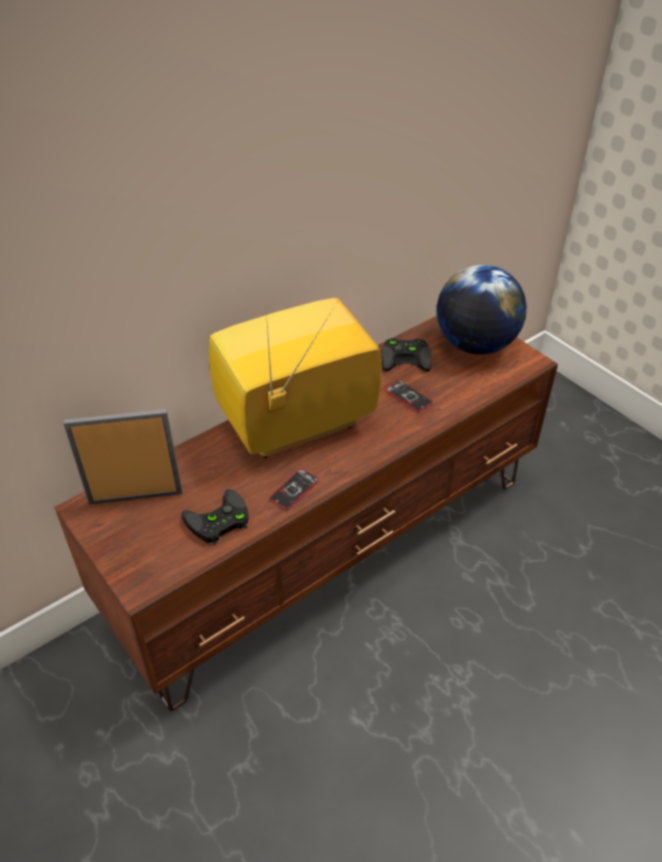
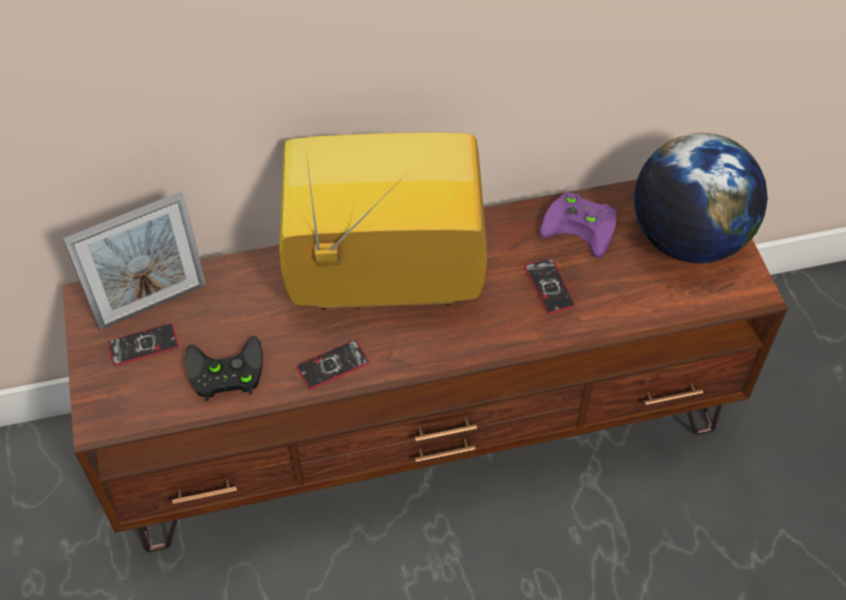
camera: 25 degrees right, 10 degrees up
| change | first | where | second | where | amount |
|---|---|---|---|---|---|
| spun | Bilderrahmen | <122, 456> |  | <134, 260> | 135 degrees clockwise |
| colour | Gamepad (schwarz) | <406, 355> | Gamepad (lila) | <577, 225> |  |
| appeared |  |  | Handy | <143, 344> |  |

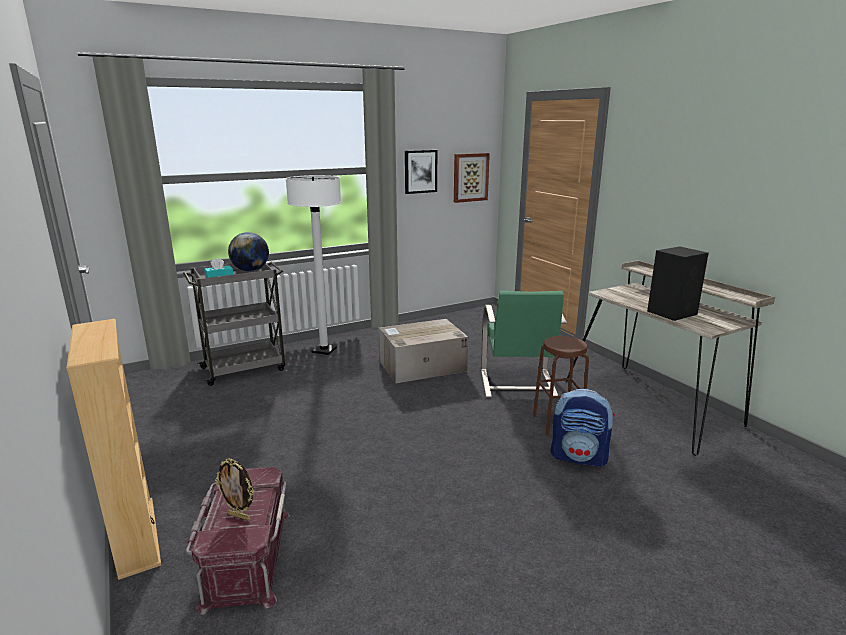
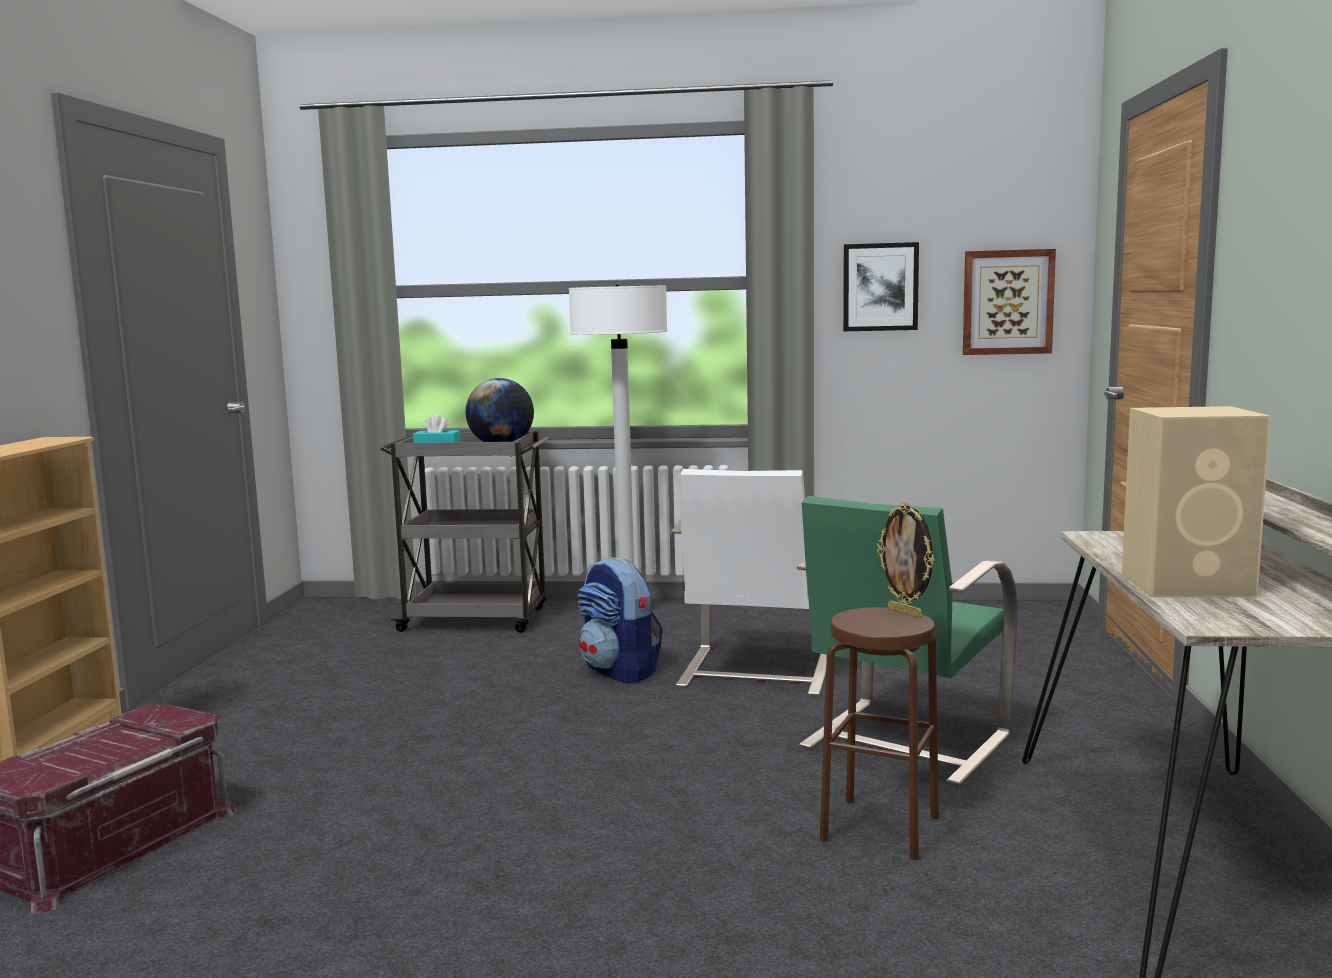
camera: 35 degrees right, 10 degrees down
| change | first | where | second | where | amount |
|---|---|---|---|---|---|
| relocated | Bilderrahmen | <234, 489> |  | <906, 560> |  |
| exchanged | Karton | <423, 351> | Stuhl (weiß) | <749, 582> |  |
| relocated | Rucksack | <582, 428> |  | <620, 620> |  |
| colour | Lautsprecher (schwarz) | <678, 283> | Lautsprecher (beige) | <1196, 502> |  |

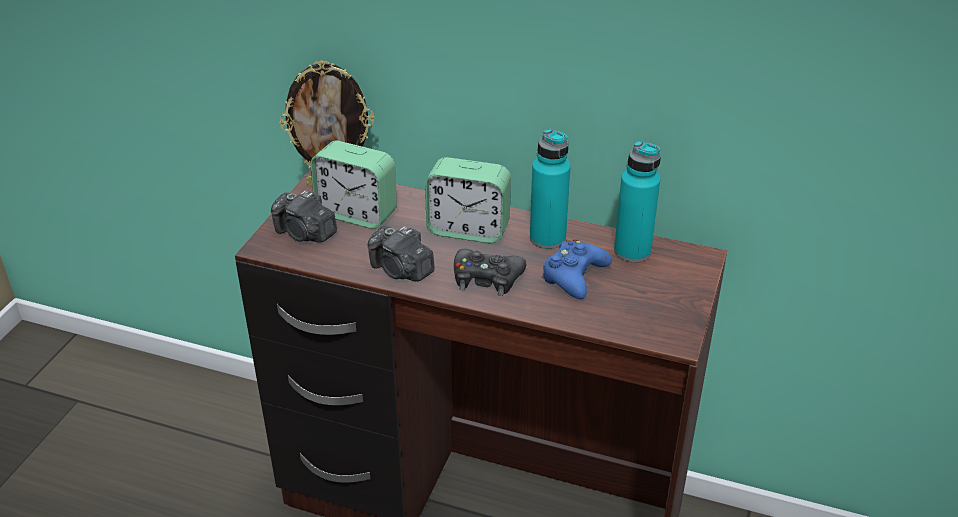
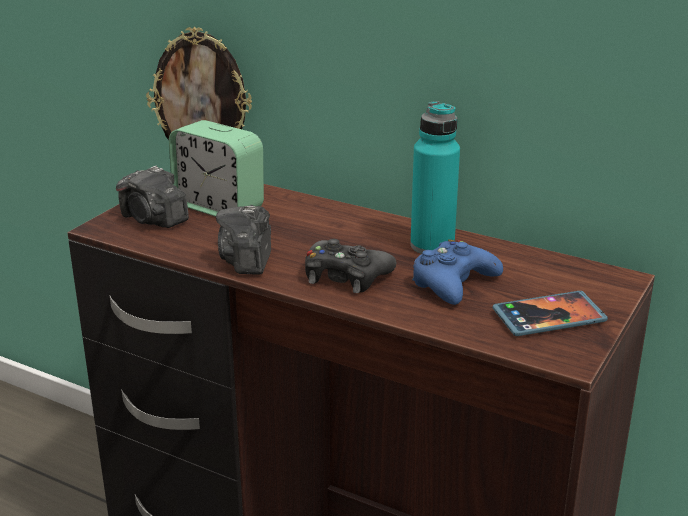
camera: 10 degrees right, 10 degrees down
| change | first | where | second | where | amount |
|---|---|---|---|---|---|
| spun | Kamera | <401, 253> |  | <243, 239> | 45 degrees clockwise |
| missing | Wecker | <468, 200> |  |  |  |
| missing | Flasche (türkis) | <637, 202> |  |  |  |
| appeared |  |  | Handy | <550, 313> |  |

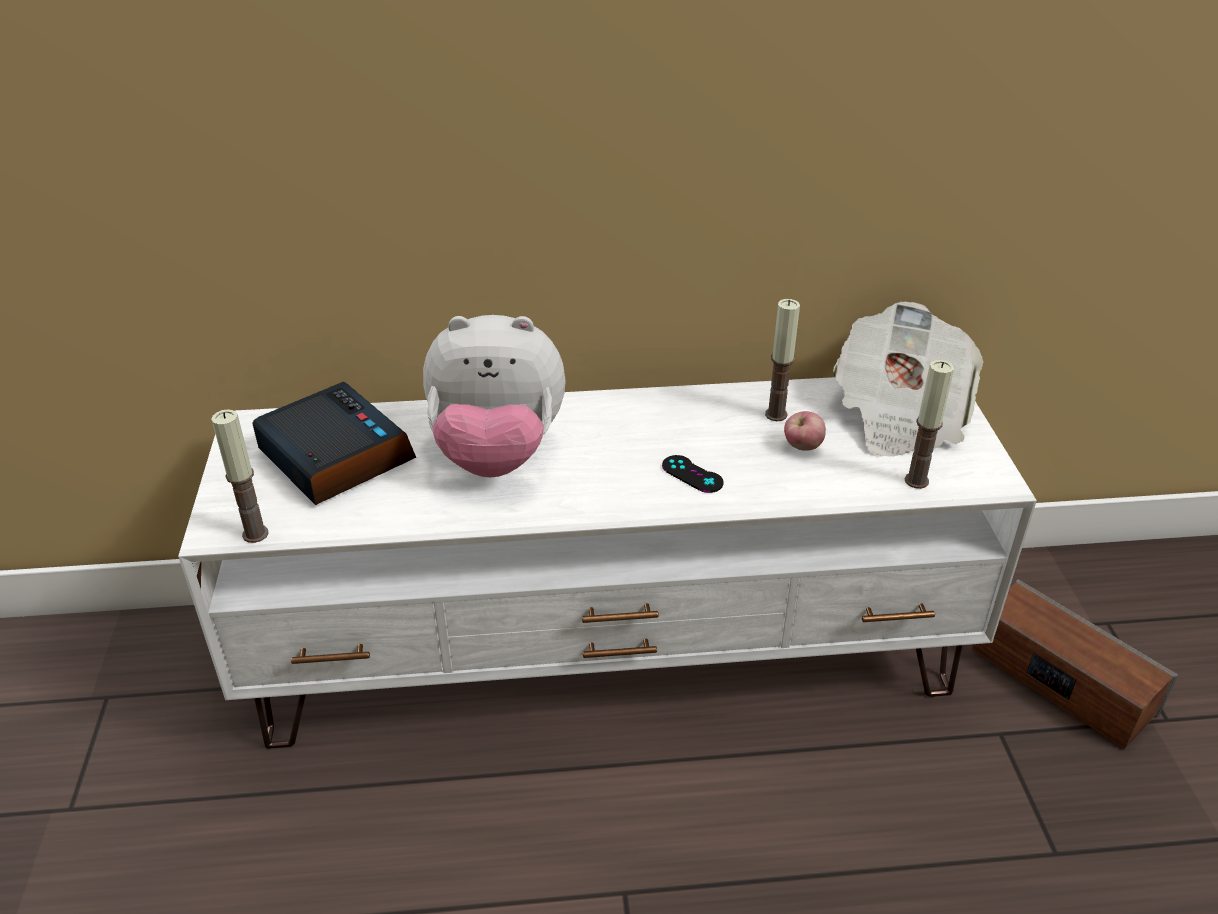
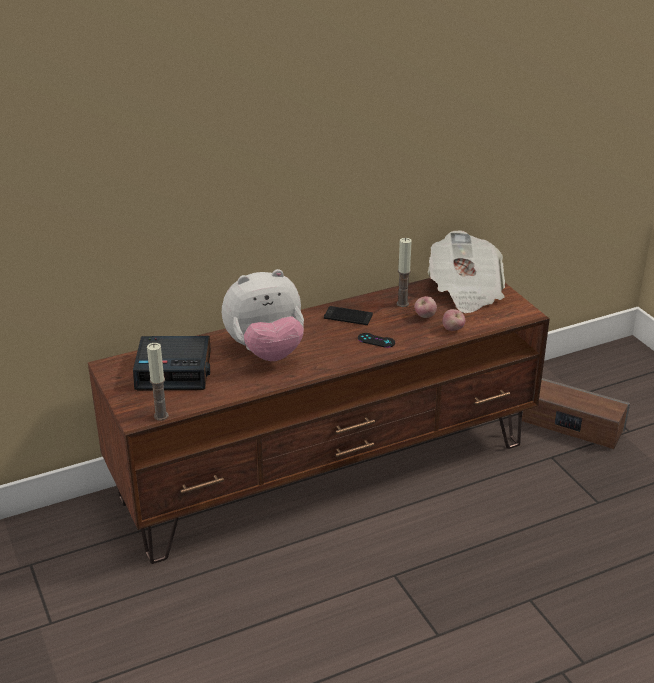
camera: 20 degrees left, 5 degrees down
| change | first | where | second | where | amount |
|---|---|---|---|---|---|
| colour | Fernsehschrank (weiß) | <607, 563> | Fernsehschrank (braun) | <319, 421> |  |
| spun | Wecker | <334, 443> |  | <172, 363> | 150 degrees clockwise |
| missing | Kerze | <929, 424> |  |  |  |
| appeared |  |  | Handy | <348, 315> |  |
| appeared |  |  | Apfel | <453, 320> |  |

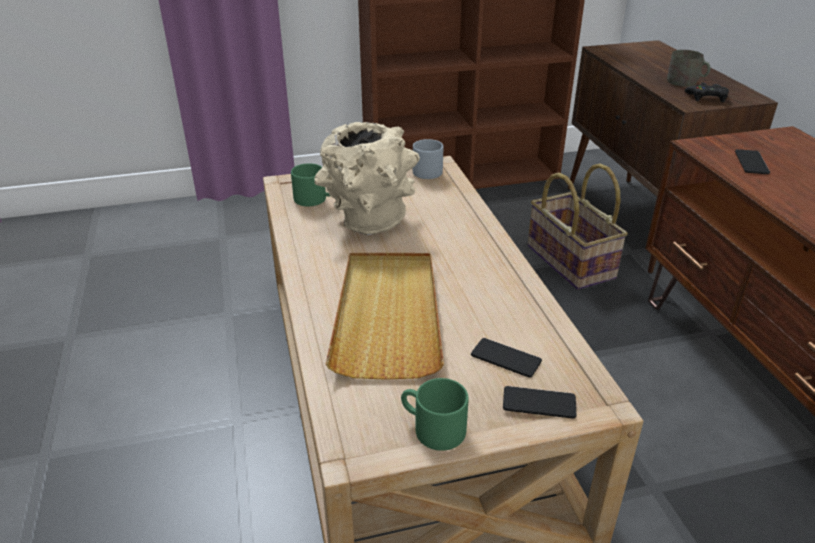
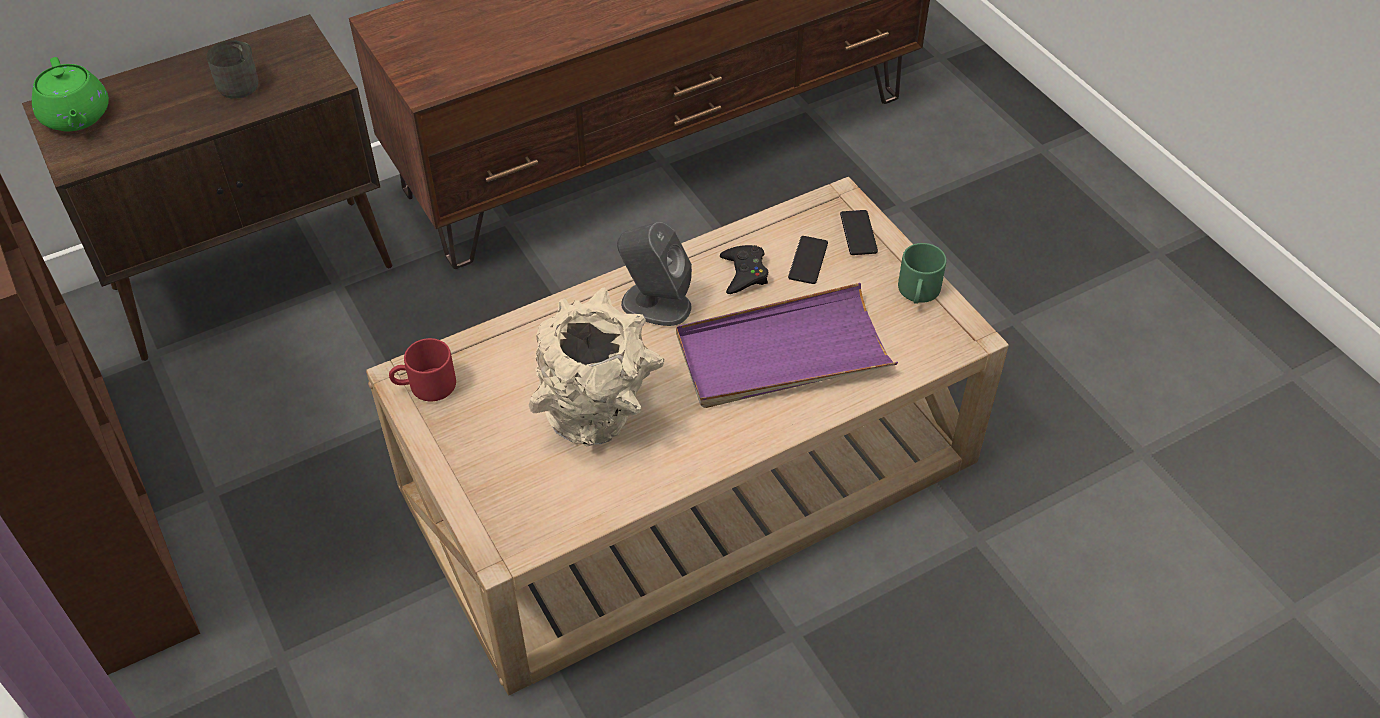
camera: 105 degrees left, 15 degrees up
| change | first | where | second | where | amount |
|---|---|---|---|---|---|
| missing | Henkelbecher (grün) | <310, 184> |  |  |  |
| colour | Tablett (beige) | <385, 316> | Tablett (lila) | <787, 345> |  |
| colour | Henkelbecher (grau) | <428, 159> | Henkelbecher (rot) | <422, 369> |  |
| missing | Korb | <578, 226> |  |  |  |
| relocated | Gamepad (schwarz) | <707, 92> |  | <744, 269> |  |
| missing | Handy | <752, 161> |  |  |  |
| appeared |  |  | Teekanne (grün) | <70, 94> |  |
| appeared |  |  | Lautsprecher (grau) | <654, 274> |  |

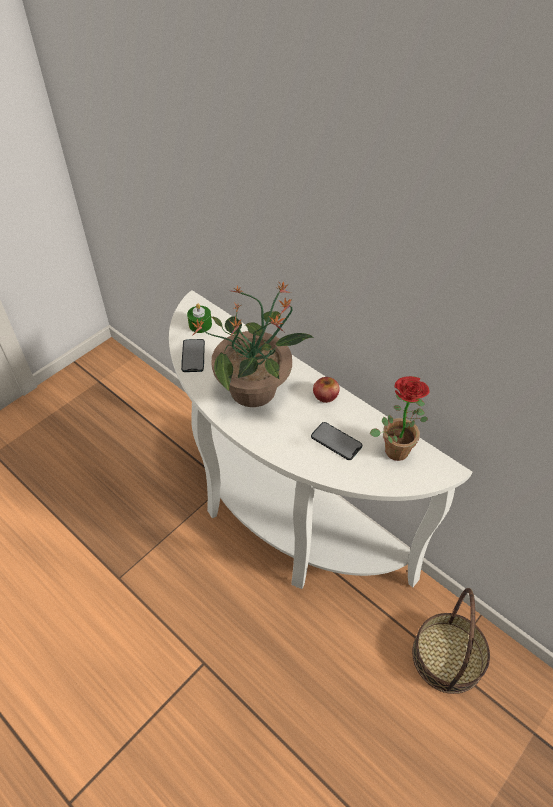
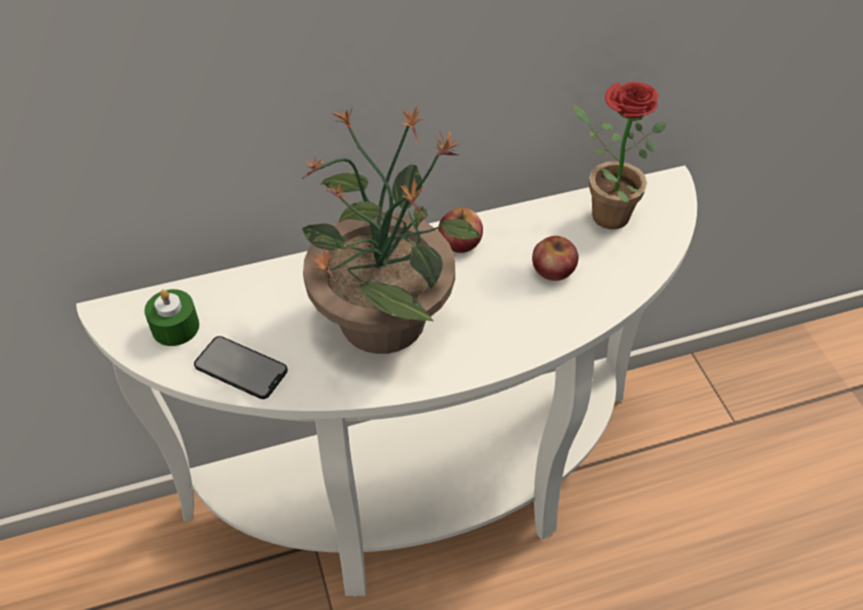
camera: 60 degrees left, 0 degrees up
| change | first | where | second | where | amount |
|---|---|---|---|---|---|
| exchanged | Handy | <336, 441> | Apfel | <555, 258> |  |
| missing | Korb | <451, 641> |  |  |  |

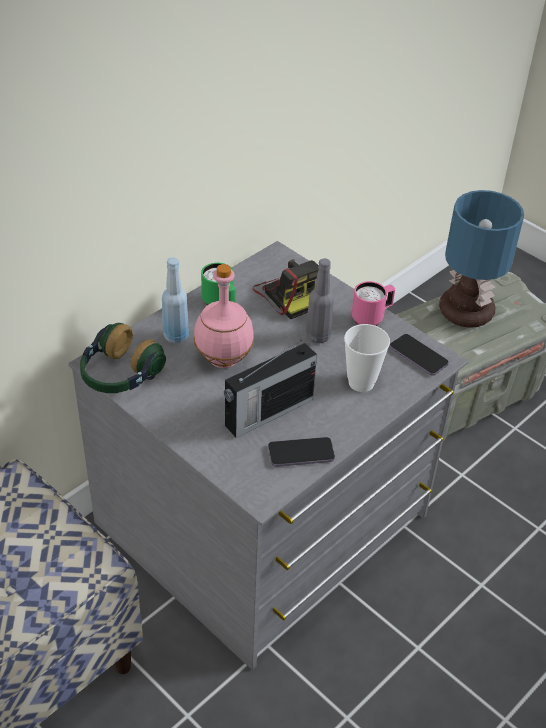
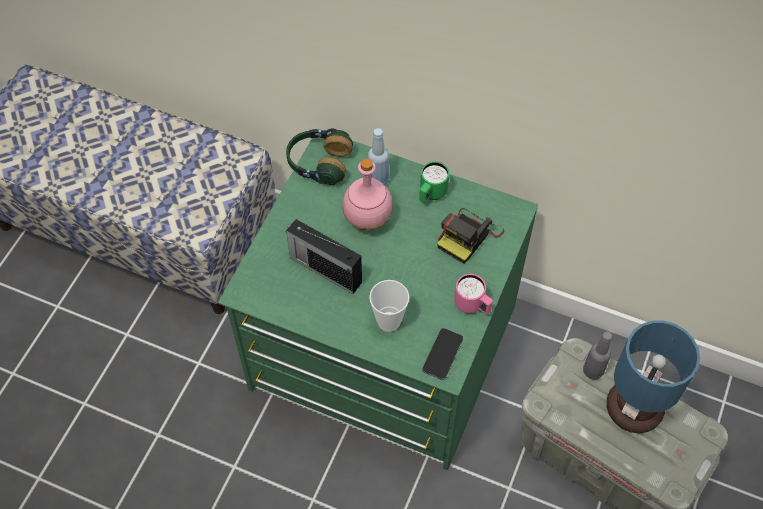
camera: 70 degrees right, 15 degrees up
| change | first | where | second | where | amount |
|---|---|---|---|---|---|
| colour | Kommode (grau) | <268, 455> | Kommode (grün) | <378, 299> |  |
| missing | Handy | <301, 452> |  |  |  |
| relocated | Flasche (grau) | <320, 300> |  | <597, 356> |  |

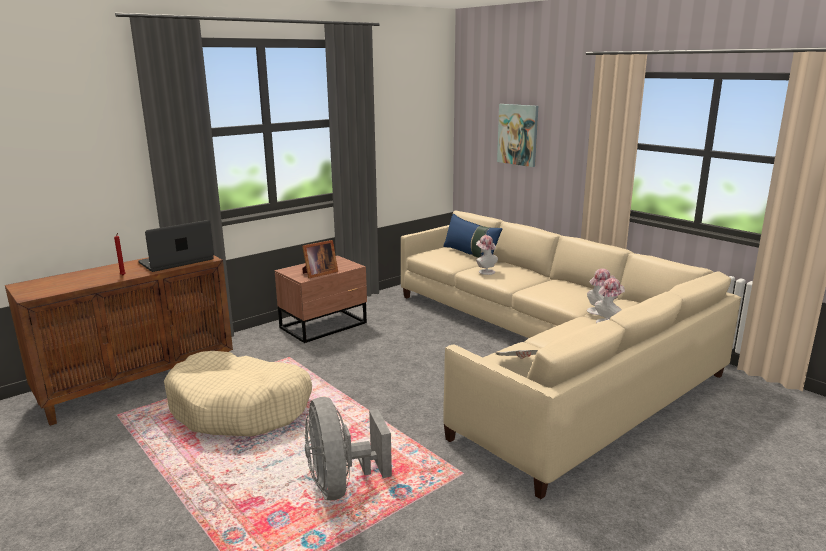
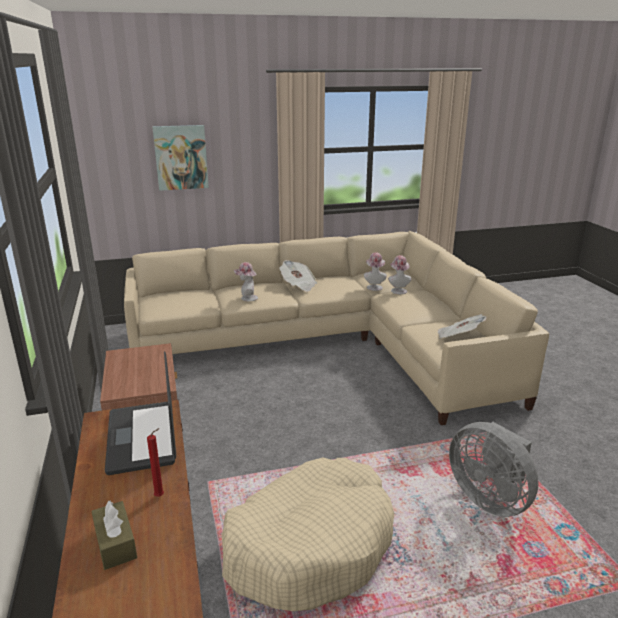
camera: 65 degrees left, 5 degrees up
| change | first | where | second | where | amount |
|---|---|---|---|---|---|
| missing | Bilderrahmen | <320, 259> |  |  |  |
| spun | Ventilator (grau) | <348, 448> |  | <494, 469> | 45 degrees clockwise |
| missing | Kissen (blau) | <472, 236> |  |  |  |
| appeared |  |  | Taschentuchbox (braun) | <114, 535> |  |
| appeared |  |  | Zeitung | <298, 276> |  |

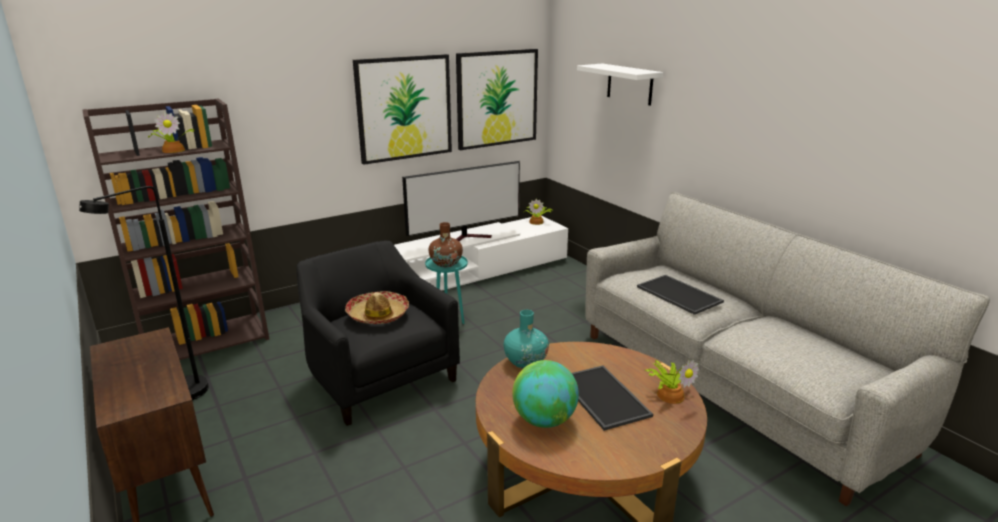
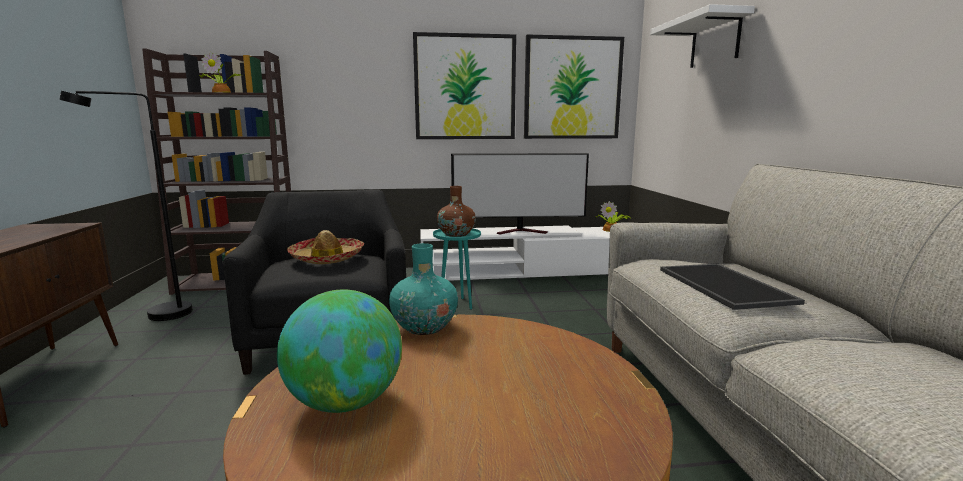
camera: 25 degrees right, 10 degrees down
| change | first | where | second | where | amount |
|---|---|---|---|---|---|
| missing | Tablett | <612, 398> |  |  |  |
| missing | Topfpflanze | <671, 382> |  |  |  |

